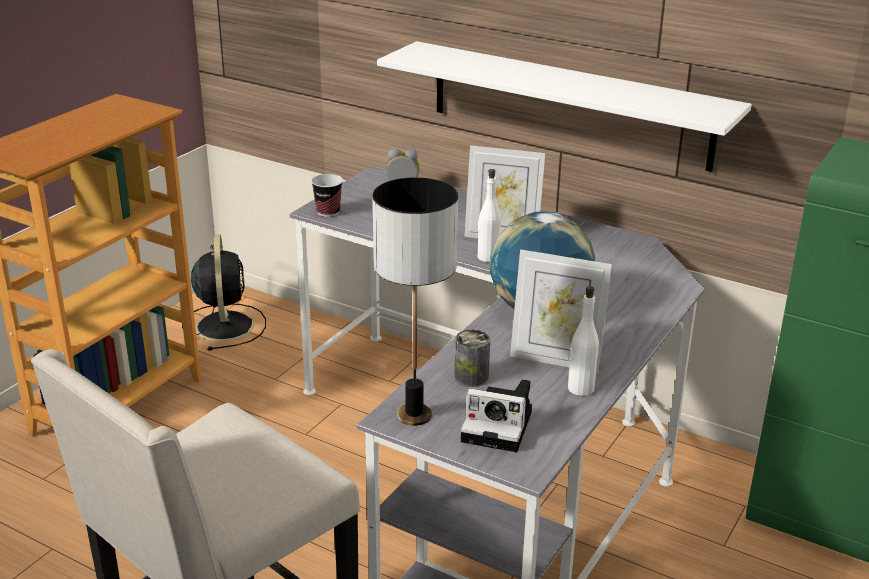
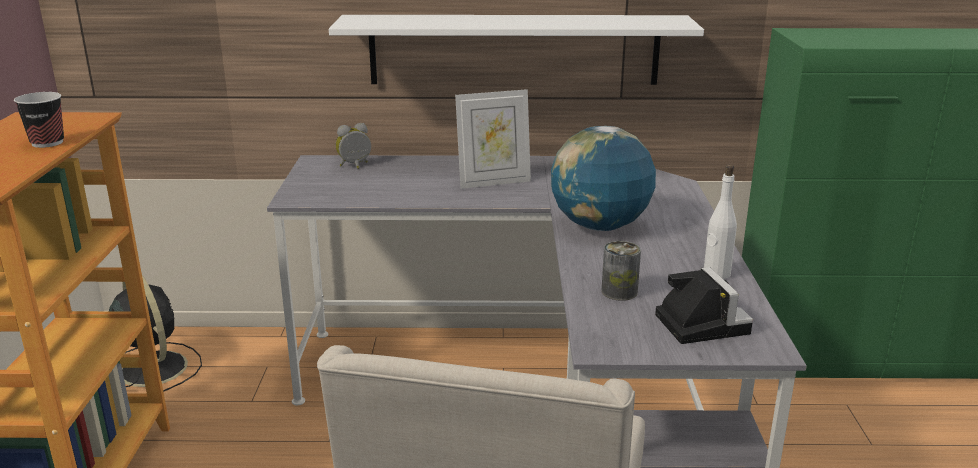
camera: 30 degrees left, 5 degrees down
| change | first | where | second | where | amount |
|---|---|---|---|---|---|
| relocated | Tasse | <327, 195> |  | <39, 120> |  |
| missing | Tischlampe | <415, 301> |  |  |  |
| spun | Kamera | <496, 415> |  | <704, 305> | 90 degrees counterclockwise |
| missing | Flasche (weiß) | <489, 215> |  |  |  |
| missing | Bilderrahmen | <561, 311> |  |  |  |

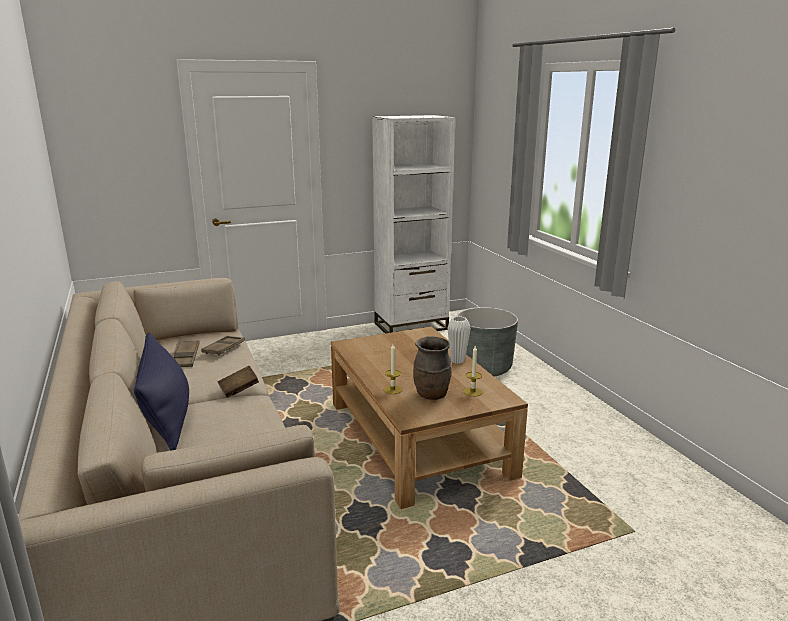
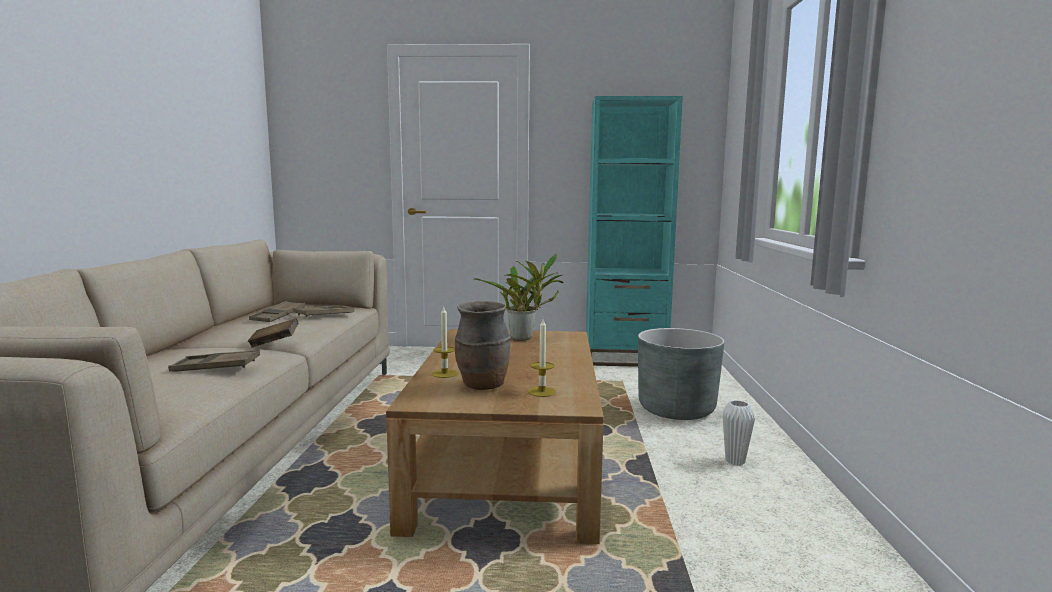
camera: 25 degrees right, 10 degrees down
| change | first | where | second | where | amount |
|---|---|---|---|---|---|
| missing | Kissen (blau) | <161, 391> |  |  |  |
| colour | Bücherregal (weiß) | <413, 224> | Bücherregal (türkis) | <634, 231> |  |
| relocated | Vase (weiß) | <459, 340> |  | <738, 432> |  |
| appeared |  |  | Tablett (braun) | <214, 360> |  |
| appeared |  |  | Topfpflanze | <518, 297> |  |

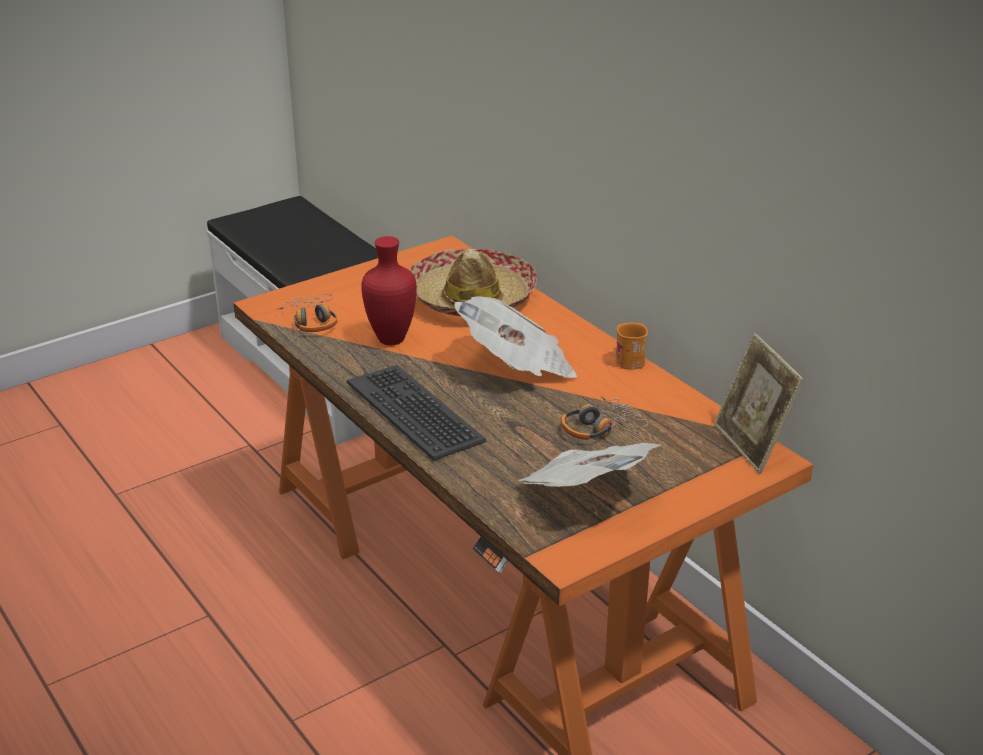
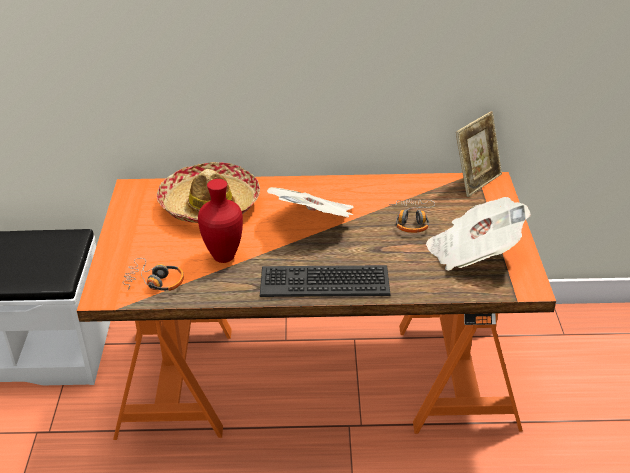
camera: 55 degrees left, 5 degrees up
| change | first | where | second | where | amount |
|---|---|---|---|---|---|
| missing | Henkelbecher (orange) | <632, 346> |  |  |  |
| spun | Bilderrahmen | <759, 403> |  | <479, 154> | 60 degrees counterclockwise |

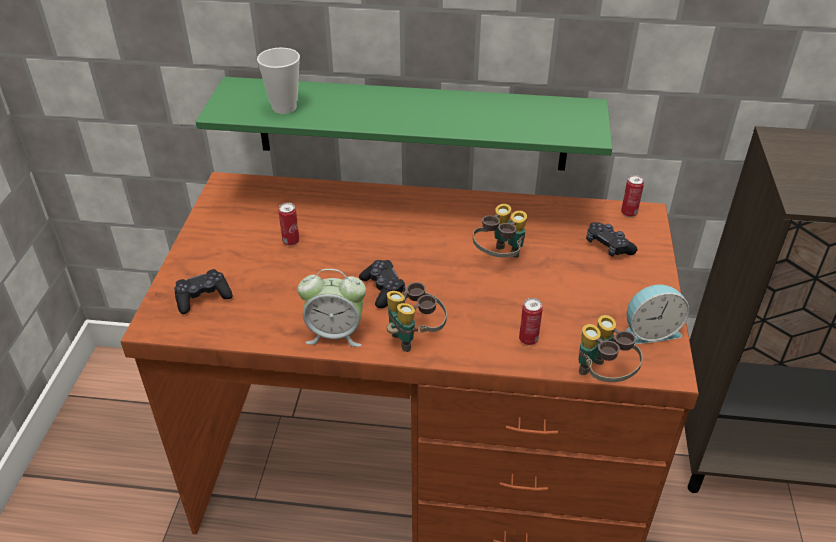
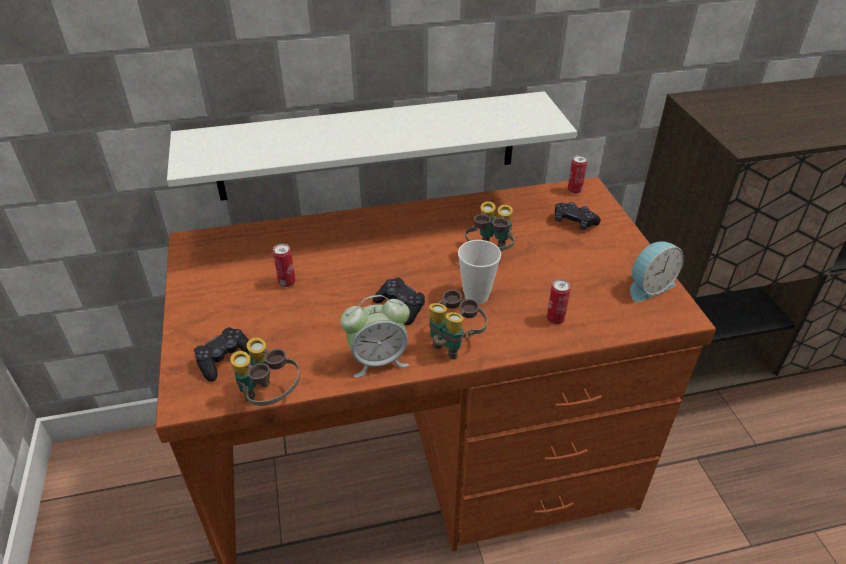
camera: 20 degrees left, 0 degrees up
| change | first | where | second | where | amount |
|---|---|---|---|---|---|
| colour | Wandregal (grün) | <404, 124> | Wandregal (weiß) | <372, 146> |  |
| relocated | Tasse | <278, 81> |  | <479, 272> |  |
| relocated | Fernglas | <611, 348> |  | <265, 372> |  |

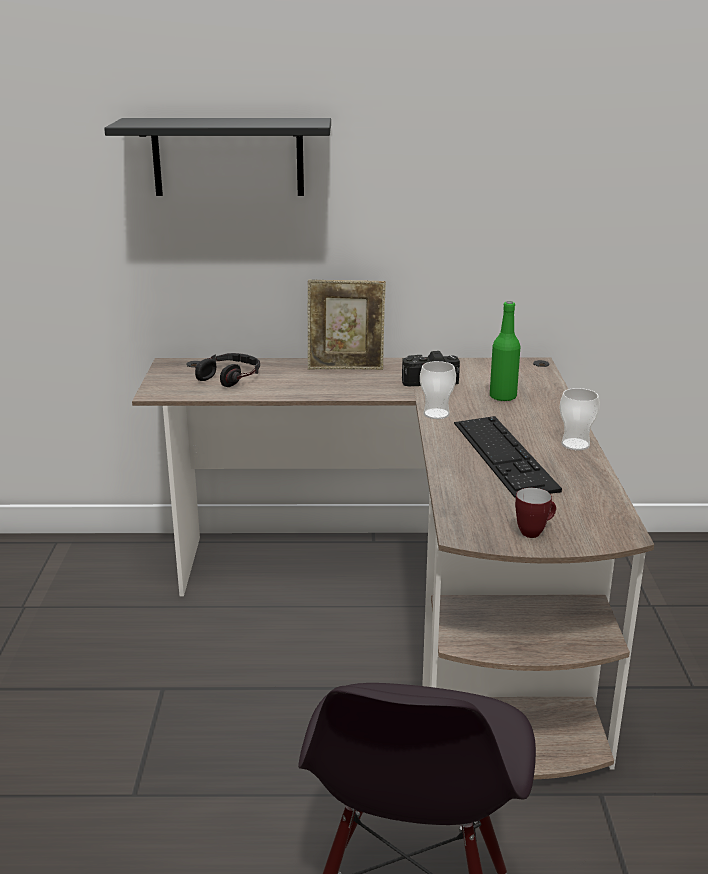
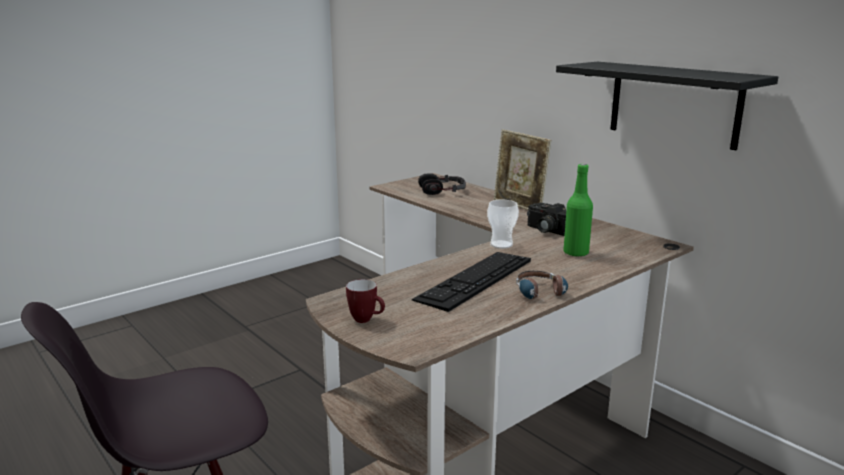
camera: 50 degrees right, 5 degrees down
| change | first | where | second | where | amount |
|---|---|---|---|---|---|
| relocated | Wandregal (schwarz) | <217, 157> |  | <667, 106> |  |
| exchanged | Tasse | <579, 419> | Kopfhörer | <542, 285> |  |

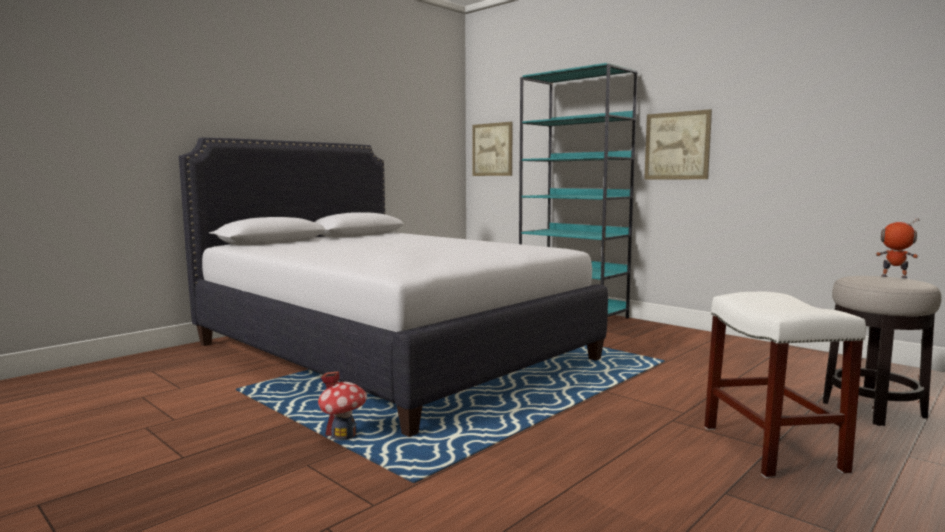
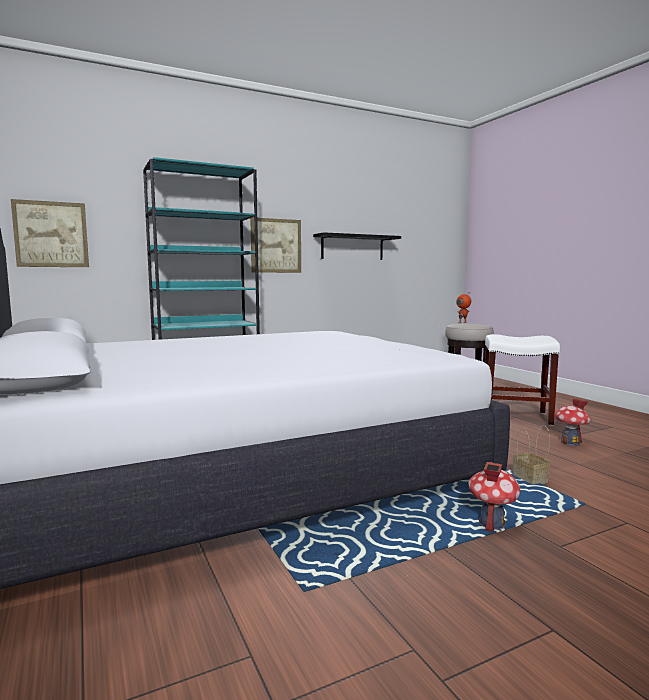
camera: 70 degrees left, 0 degrees up
| change | first | where | second | where | amount |
|---|---|---|---|---|---|
| appeared |  |  | Wandregal (schwarz) | <357, 246> |  |
| appeared |  |  | Korb | <532, 454> |  |
| appeared |  |  | Spielzeughaus | <573, 422> |  |

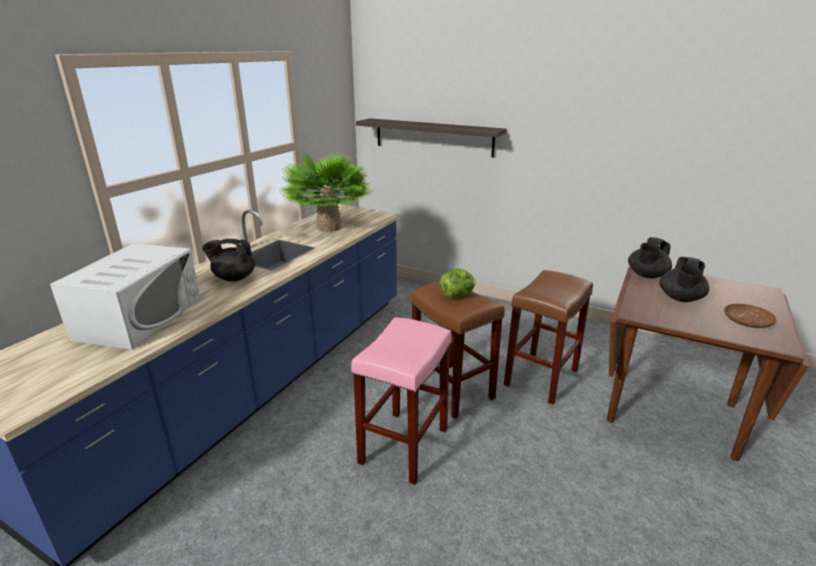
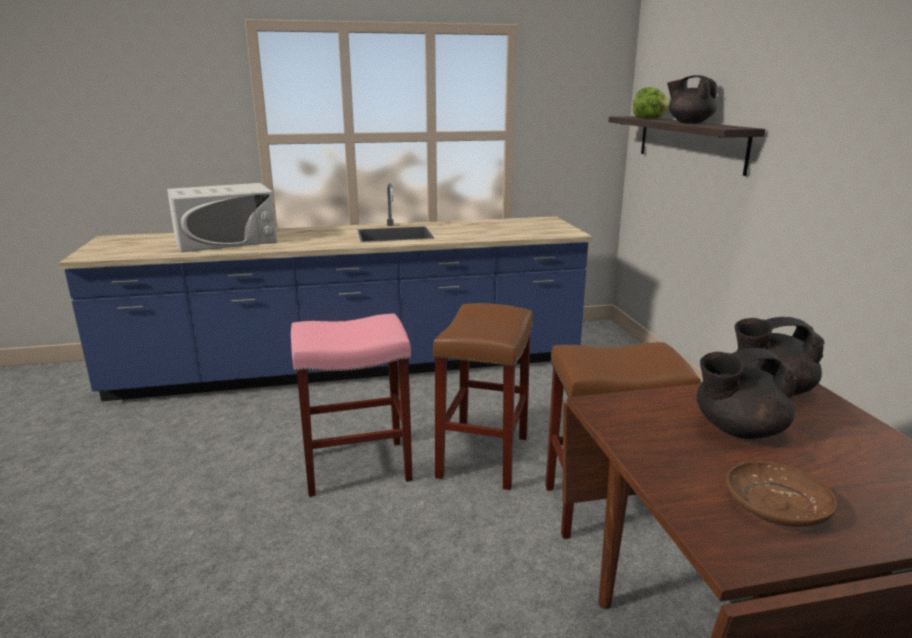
camera: 50 degrees right, 5 degrees down
| change | first | where | second | where | amount |
|---|---|---|---|---|---|
| relocated | Teekanne (schwarz) | <228, 260> |  | <692, 99> |  |
| missing | Topfpflanze | <324, 191> |  |  |  |
| relocated | Salatkopf | <458, 283> |  | <651, 103> |  |

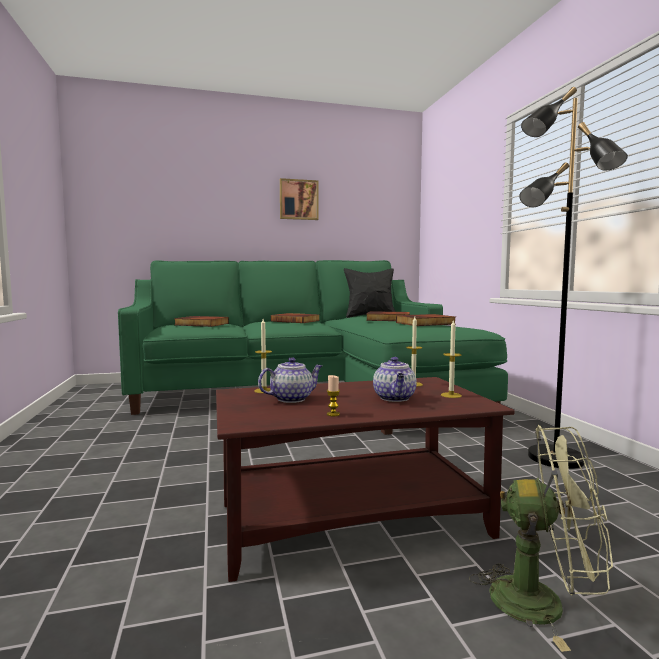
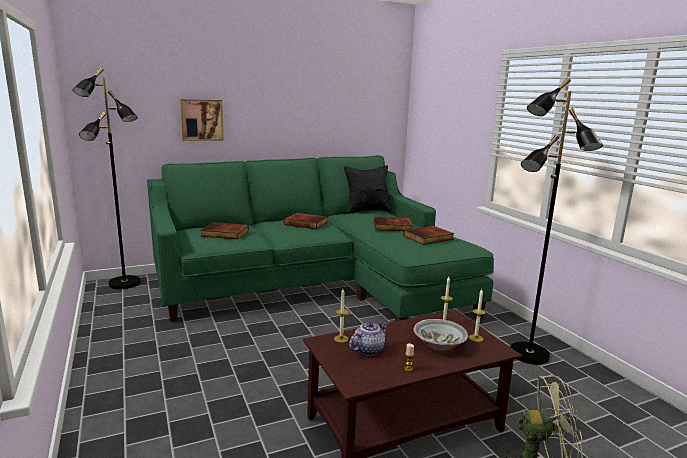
camera: 10 degrees left, 10 degrees up
| change | first | where | second | where | amount |
|---|---|---|---|---|---|
| relocated | Bild | <299, 199> |  | <202, 120> |  |
| exchanged | Teekanne | <395, 379> | Schüssel | <441, 335> |  |
| appeared |  |  | Stehlampe (schwarz) | <107, 178> |  |

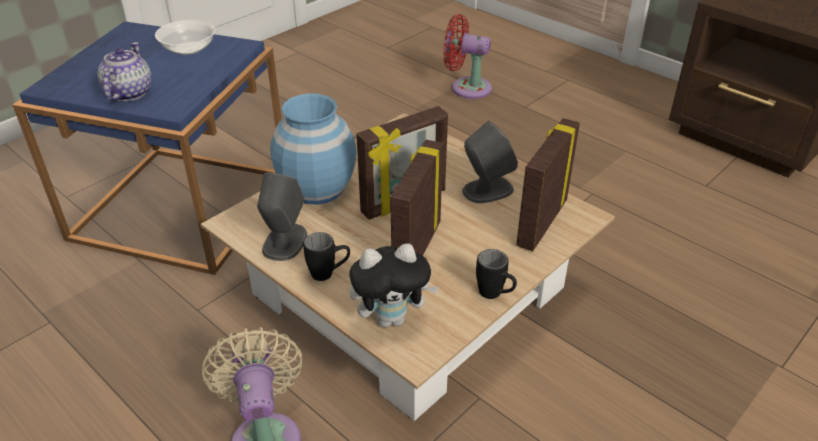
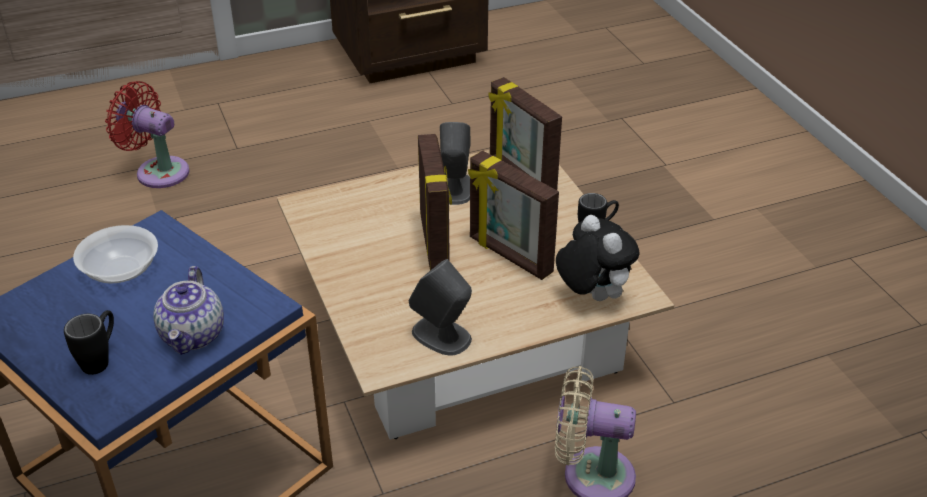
camera: 65 degrees left, 0 degrees up
| change | first | where | second | where | amount |
|---|---|---|---|---|---|
| spun | Teekanne | <125, 71> |  | <189, 310> | 120 degrees counterclockwise |
| missing | Vase (blau) | <313, 149> |  |  |  |
| relocated | Henkelbecher (schwarz) | <326, 256> |  | <89, 342> |  |
| spun | Plüschtier | <394, 285> |  | <598, 258> | 45 degrees counterclockwise |
| spun | Ventilator (rot) | <467, 56> |  | <147, 134> | 75 degrees clockwise |

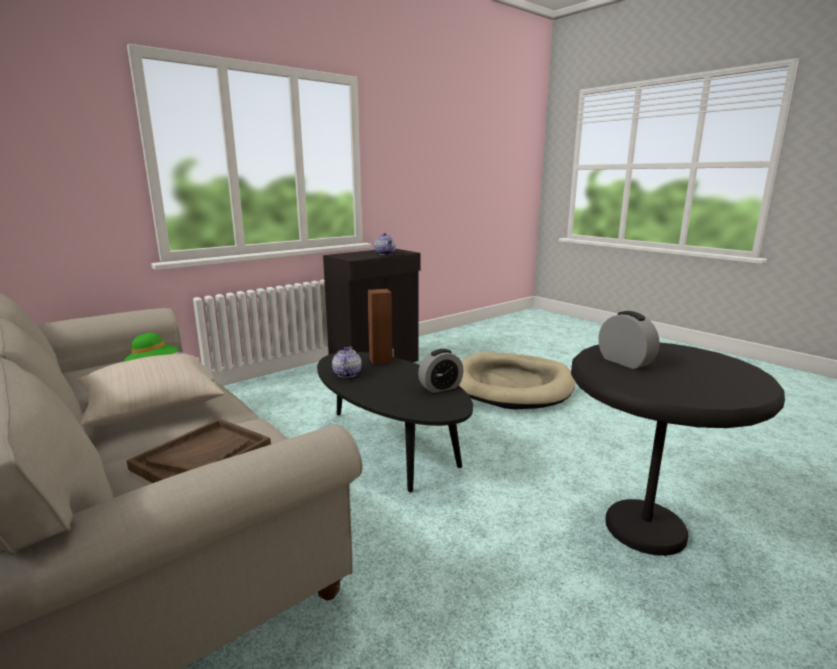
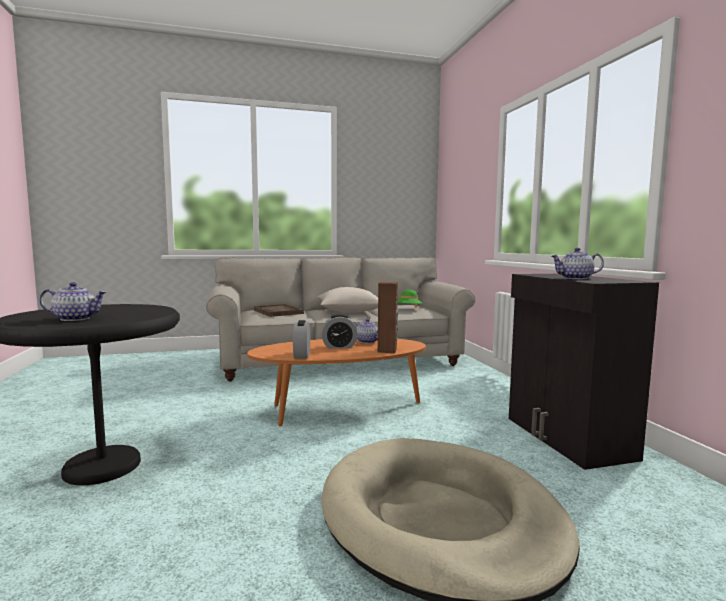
camera: 115 degrees right, 10 degrees down
| change | first | where | second | where | amount |
|---|---|---|---|---|---|
| colour | Couchtisch (schwarz) | <395, 422> | Couchtisch (orange) | <336, 382> |  |
| relocated | Wecker | <629, 340> |  | <340, 331> |  |
| appeared |  |  | Teekanne | <73, 301> |  |

